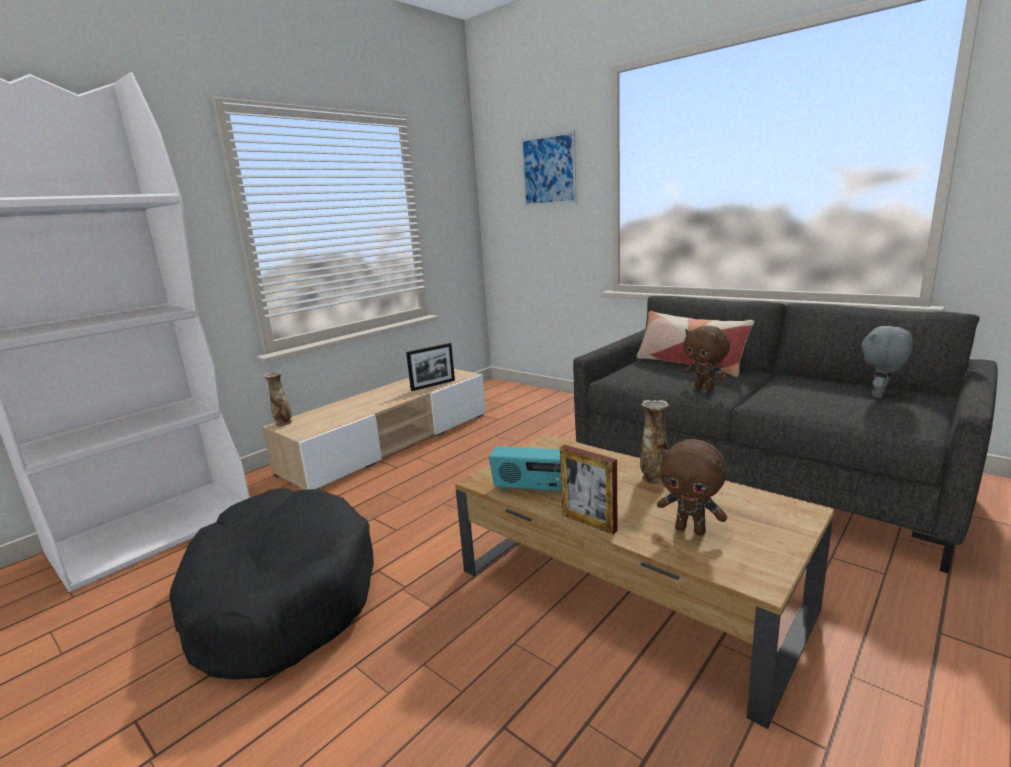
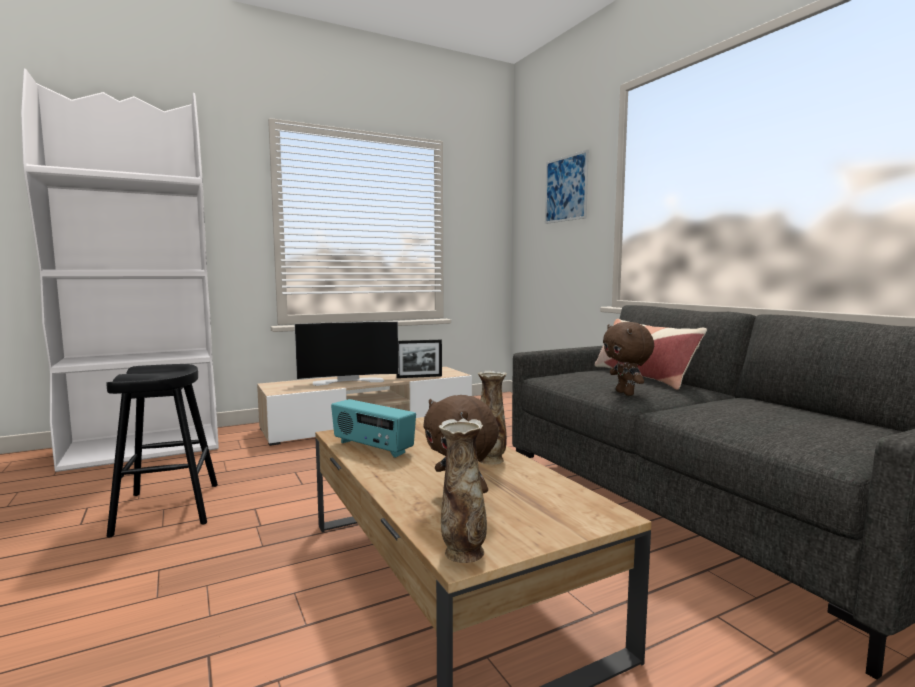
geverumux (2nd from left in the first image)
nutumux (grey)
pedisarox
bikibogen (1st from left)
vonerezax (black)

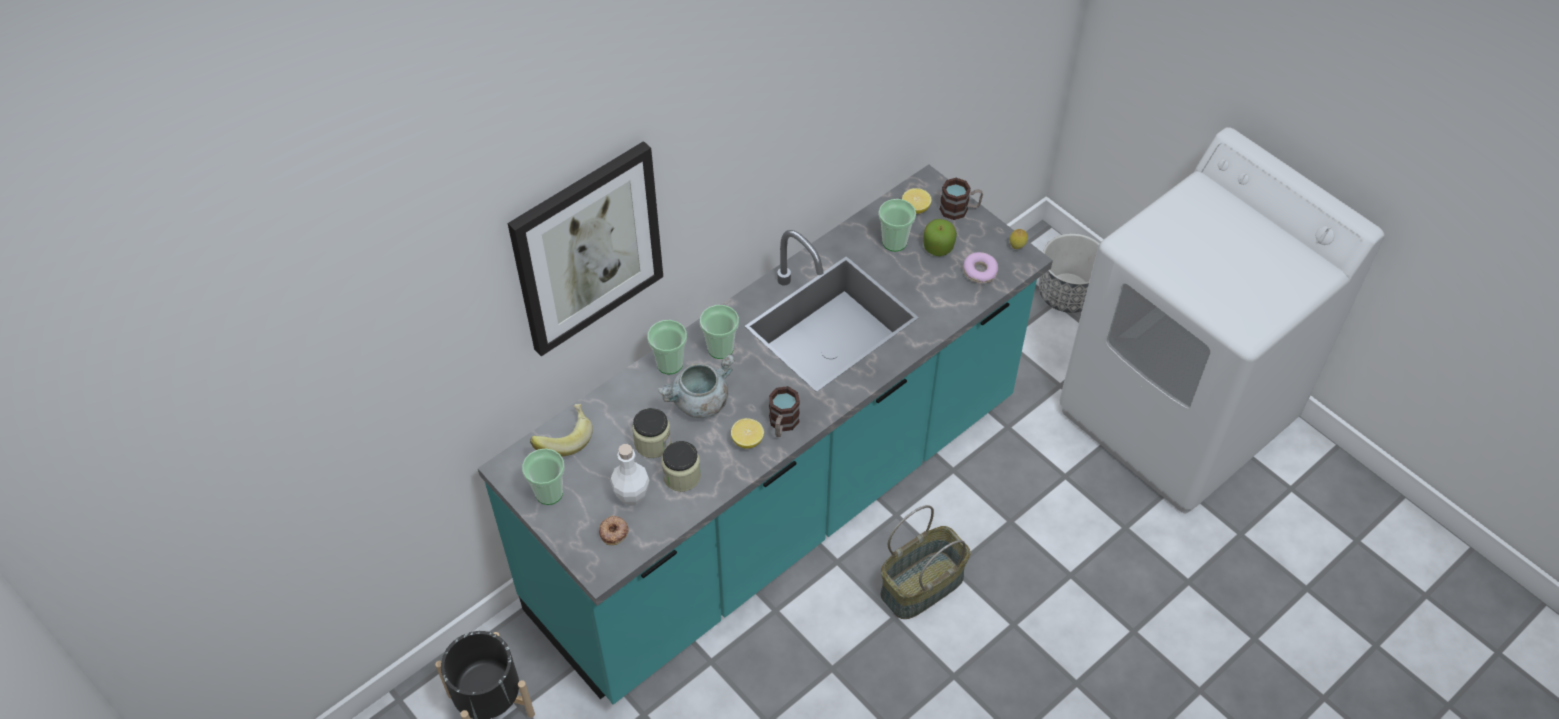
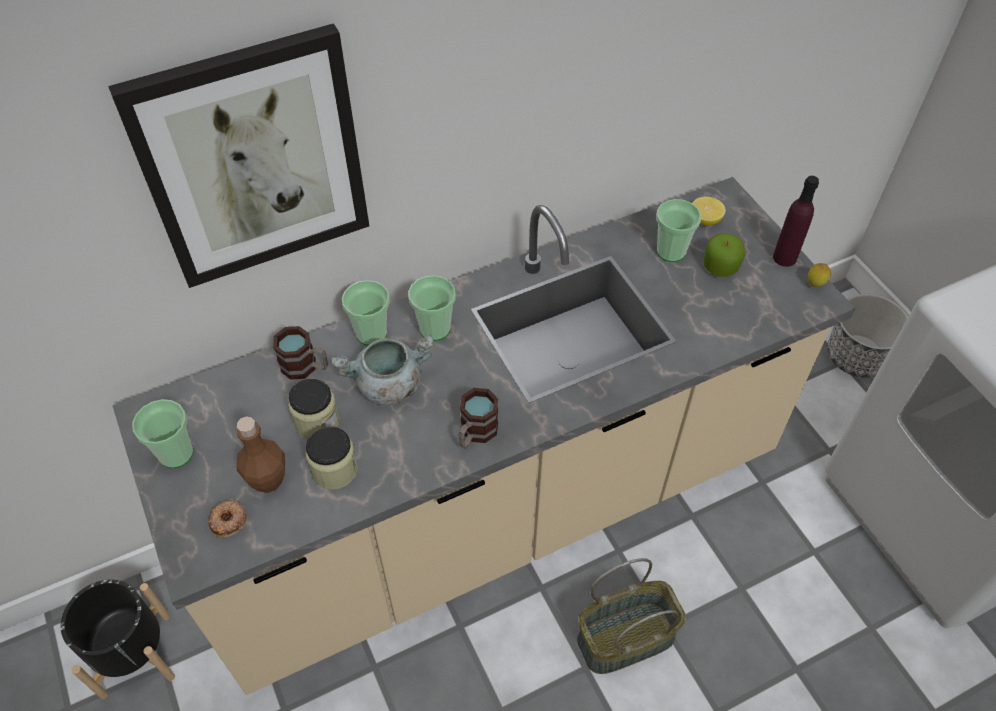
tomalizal
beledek (1st from left in the first image)
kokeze (2nd from left in the first image)
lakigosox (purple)
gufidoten (1st from left)
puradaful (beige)
lakigosox (brown)

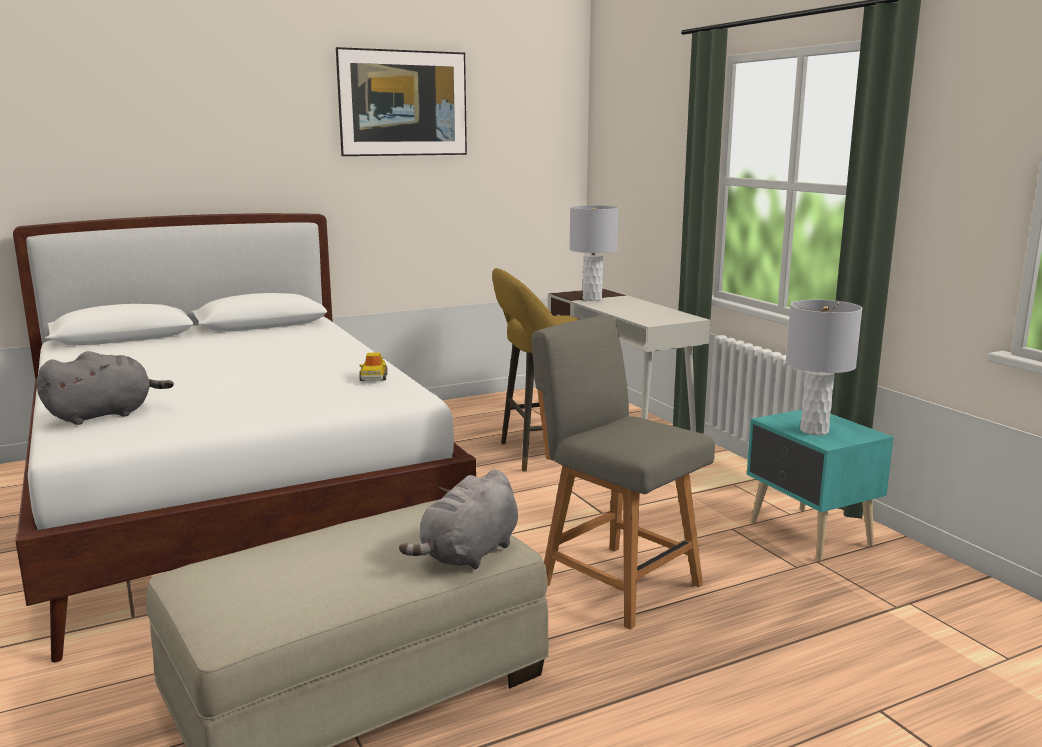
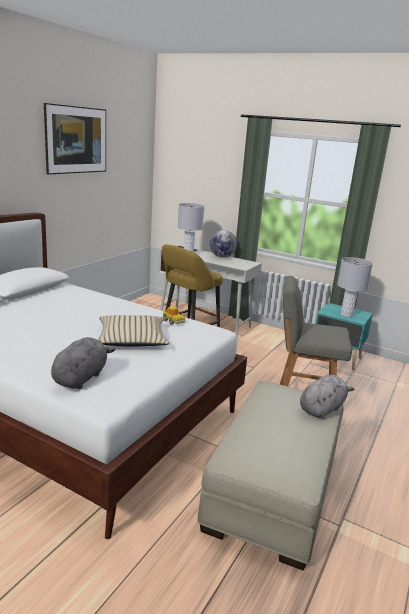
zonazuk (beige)
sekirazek
nutumux (grey) (2nd from left)

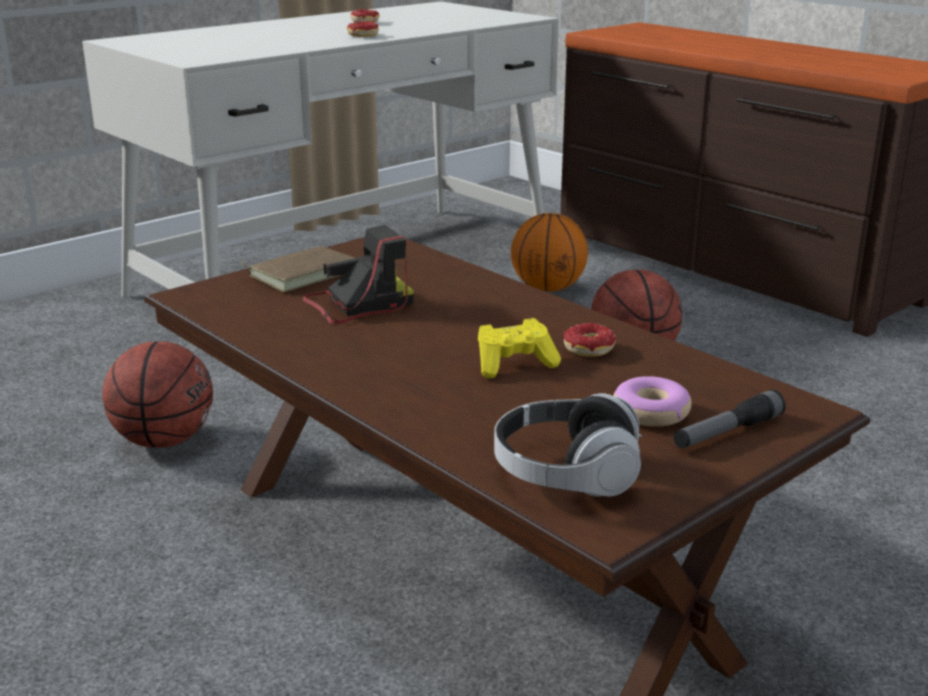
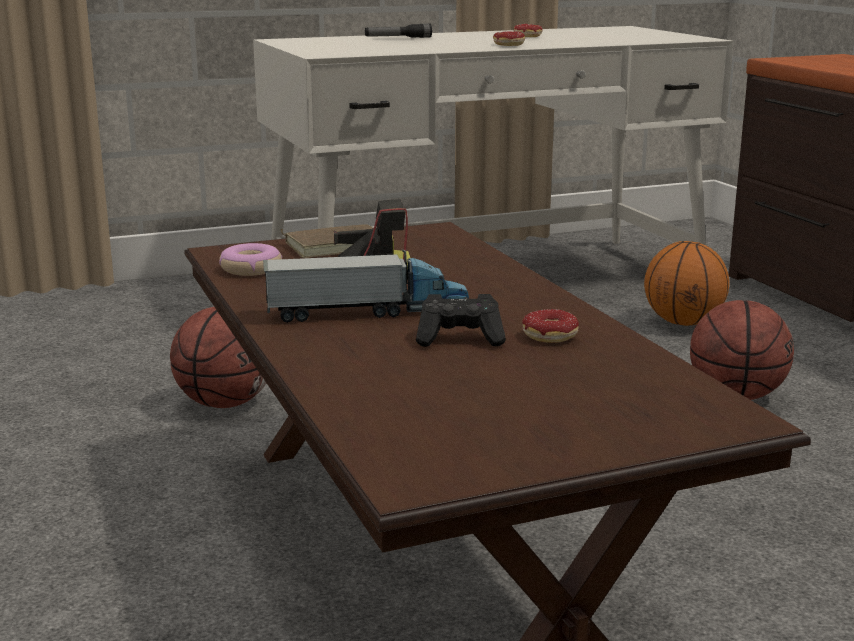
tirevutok
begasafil
kokeze (1st from left)
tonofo
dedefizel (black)

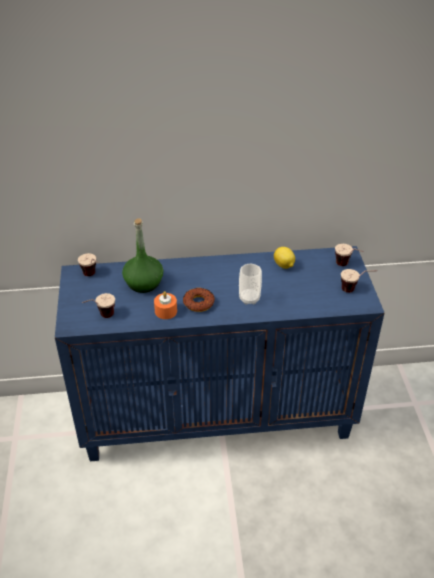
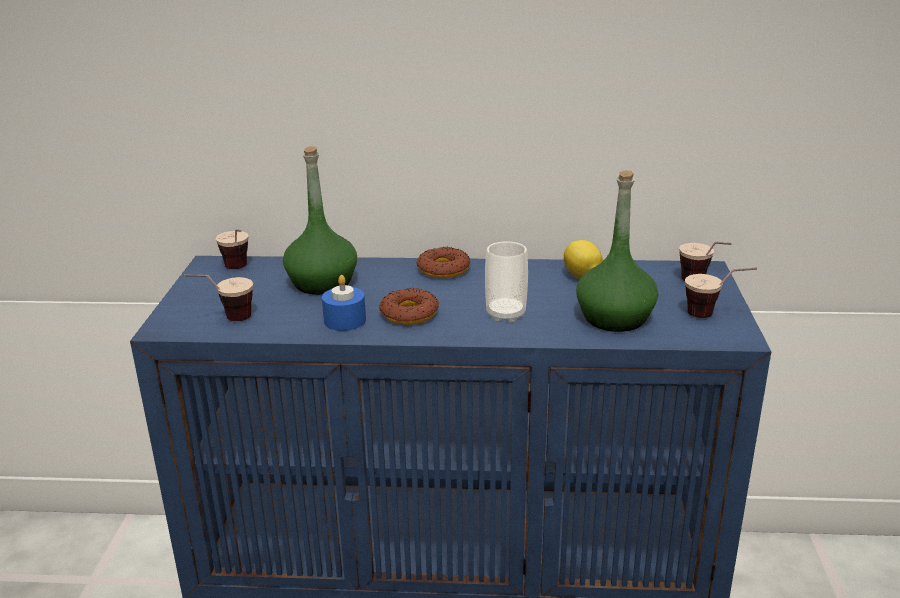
kokeze (2nd from left)
lakigosox (green) (2nd from left)
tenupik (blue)

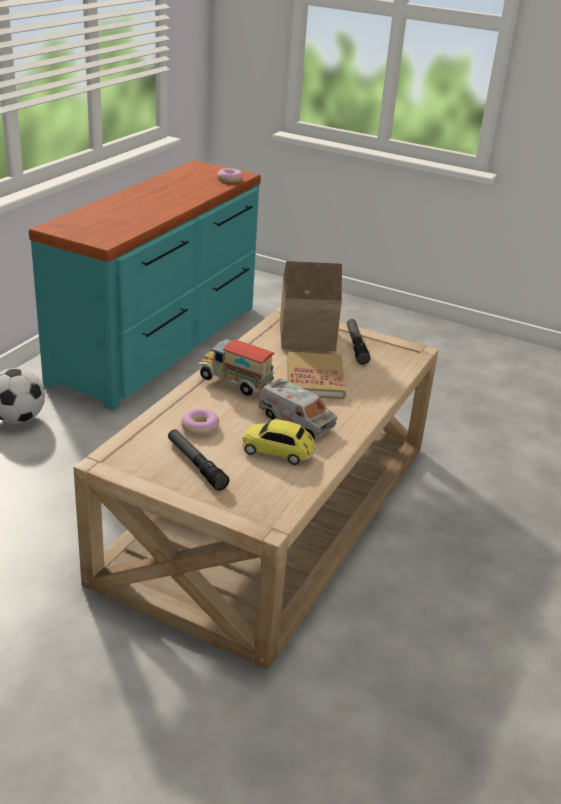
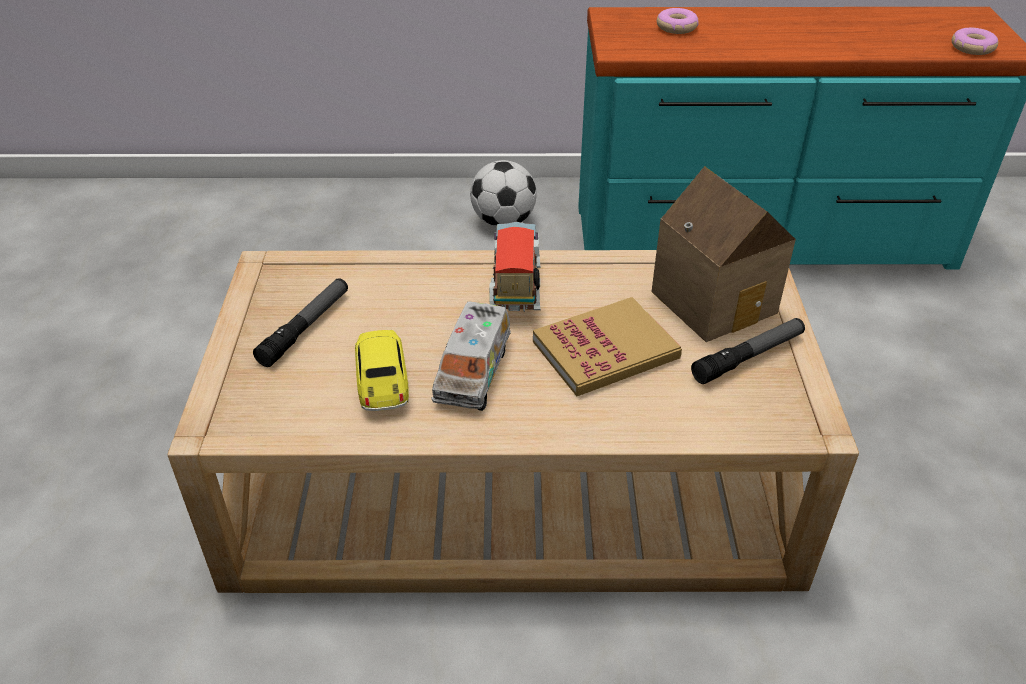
kokeze (1st from left)

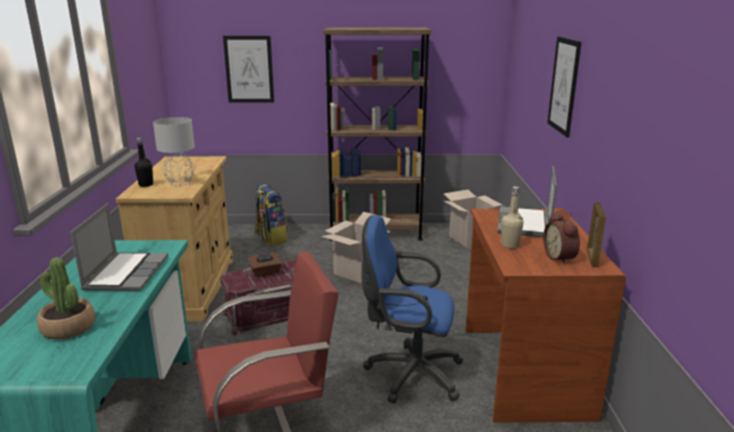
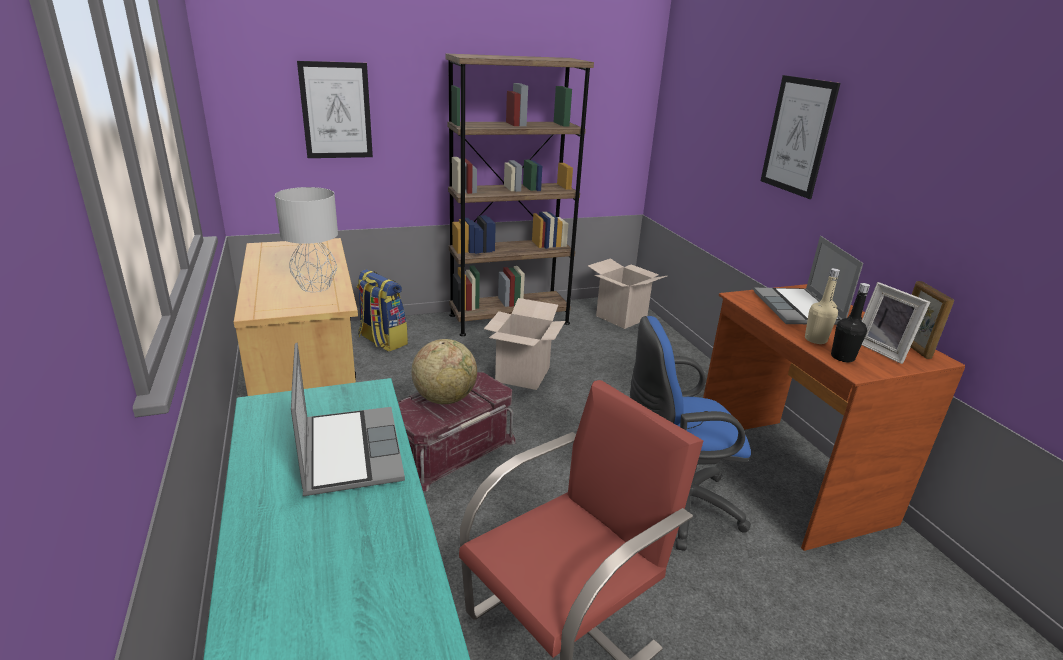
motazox
lakigosox (black)
sekirazek
geverumux (1st from left)

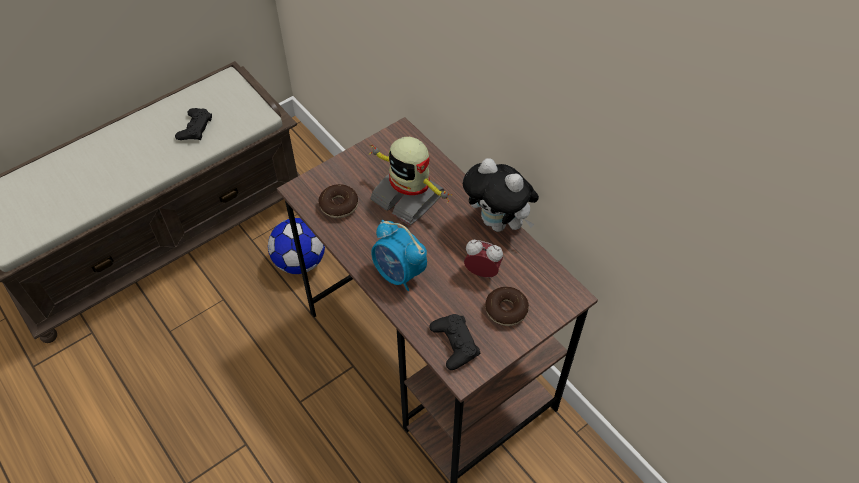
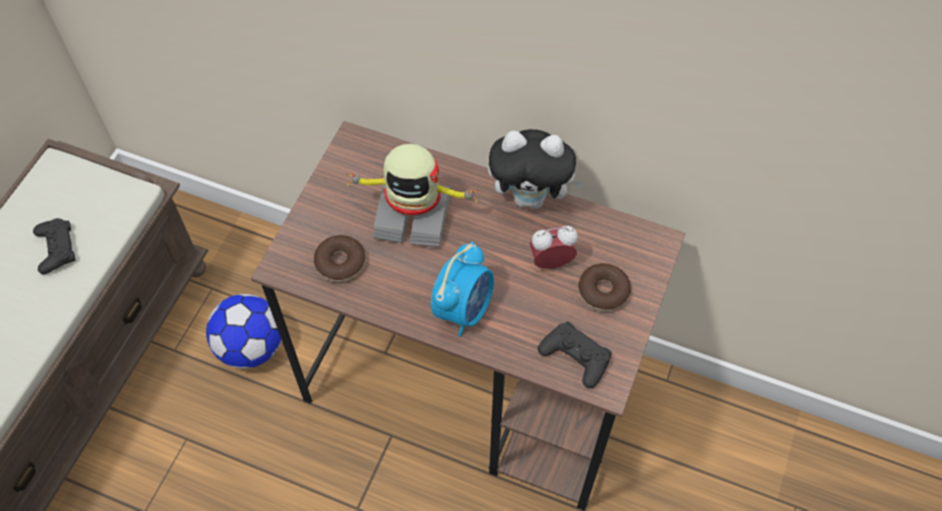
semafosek (1st from left)

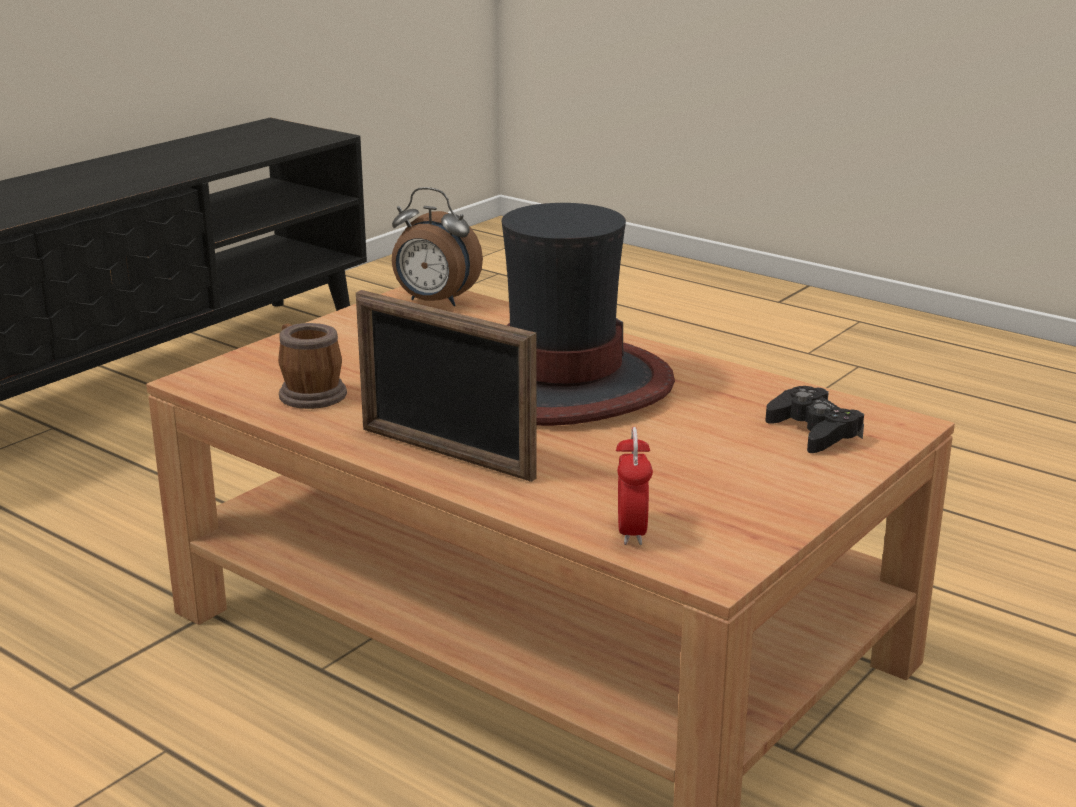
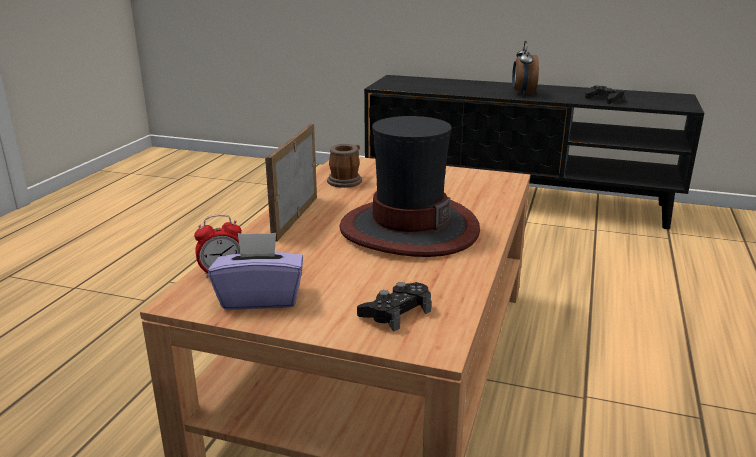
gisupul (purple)
dedefizel (black) (2nd from left)
semafosek (2nd from left)

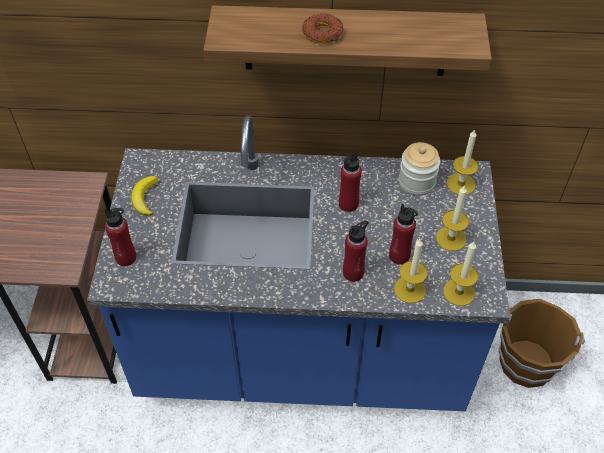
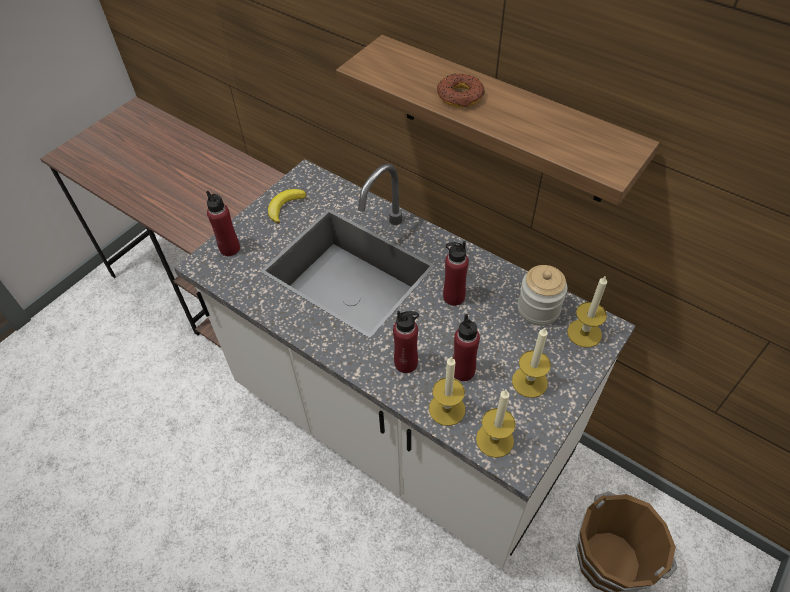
puradaful (white)

